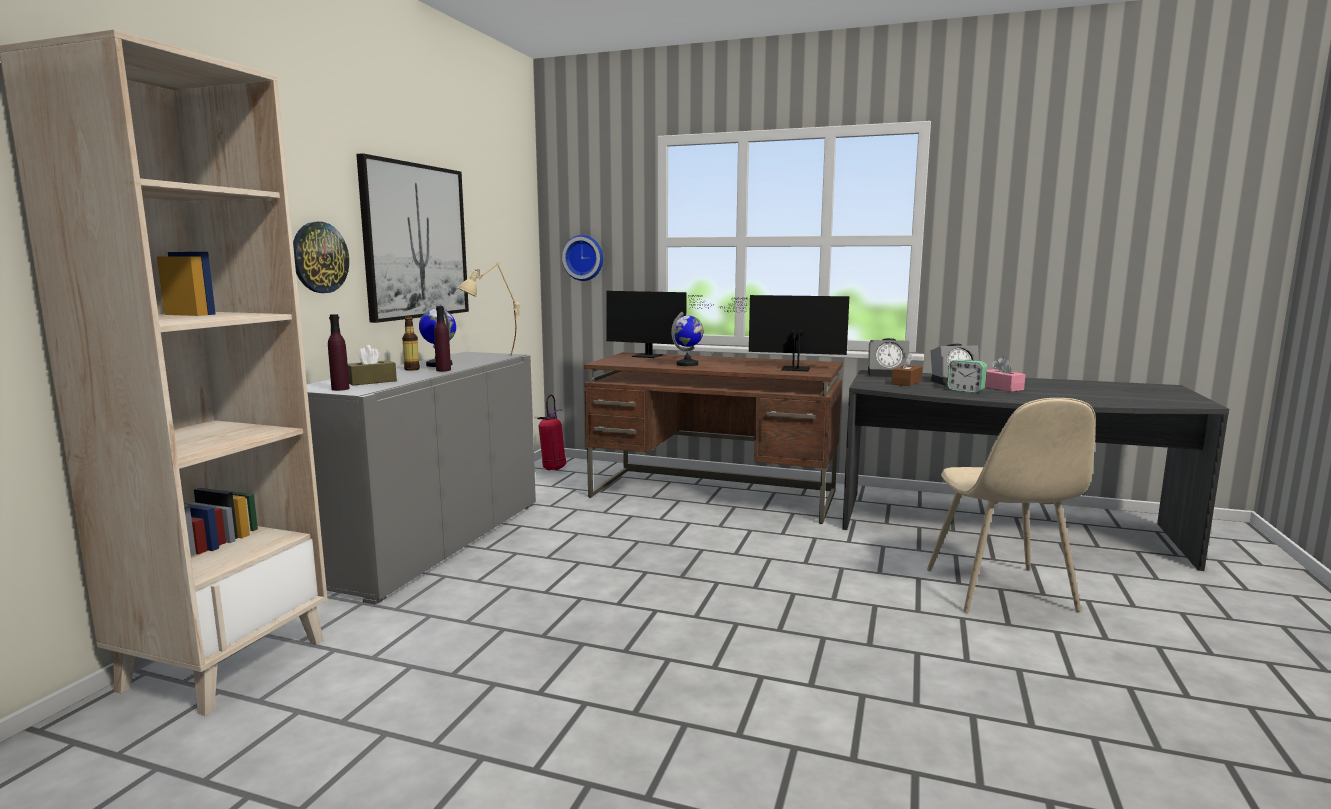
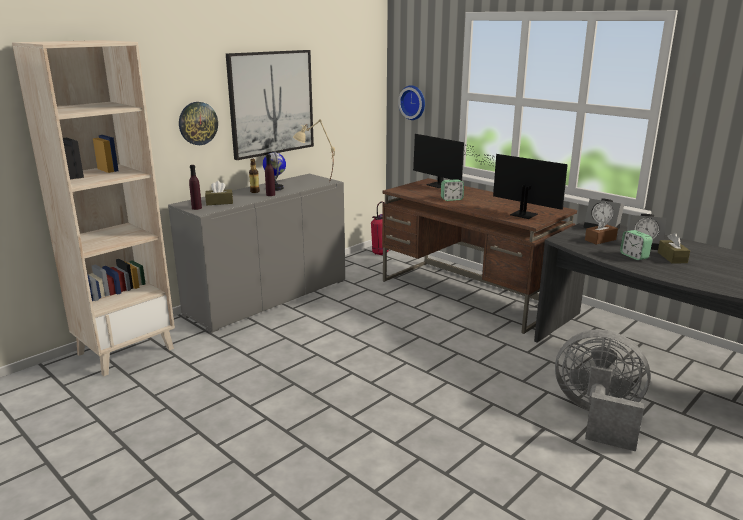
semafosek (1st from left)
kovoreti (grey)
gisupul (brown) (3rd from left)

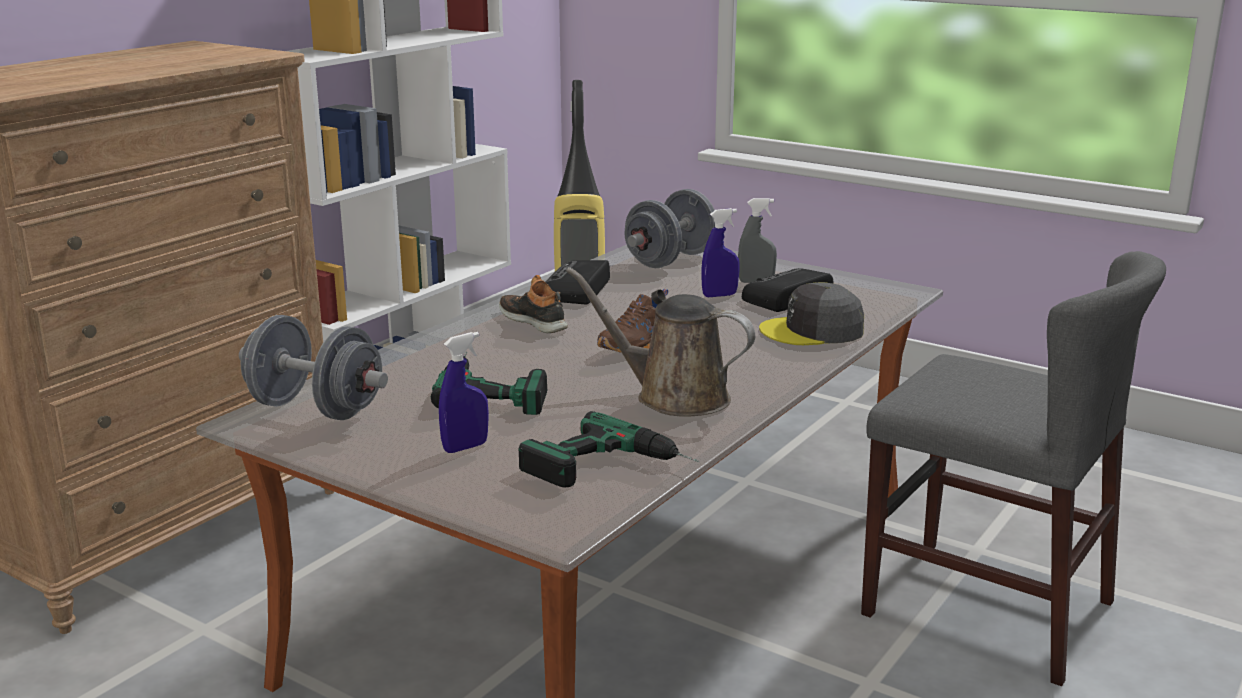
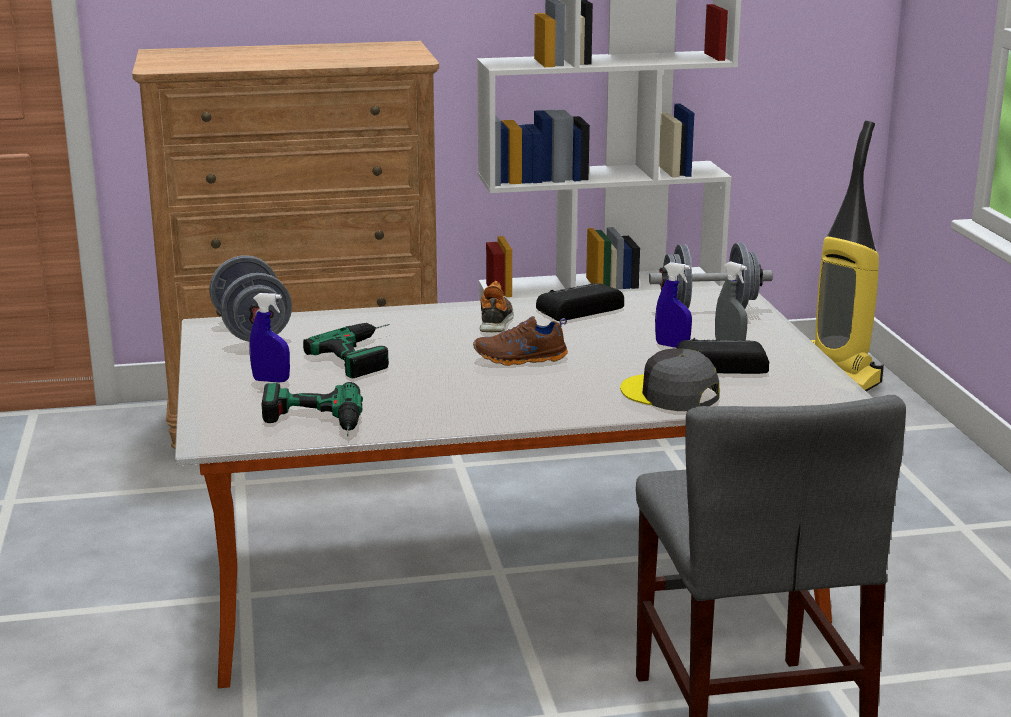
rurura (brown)

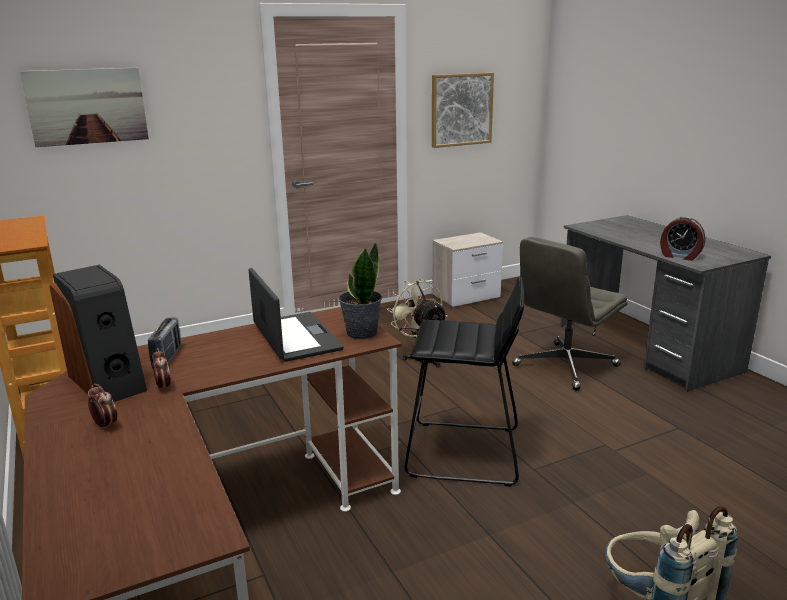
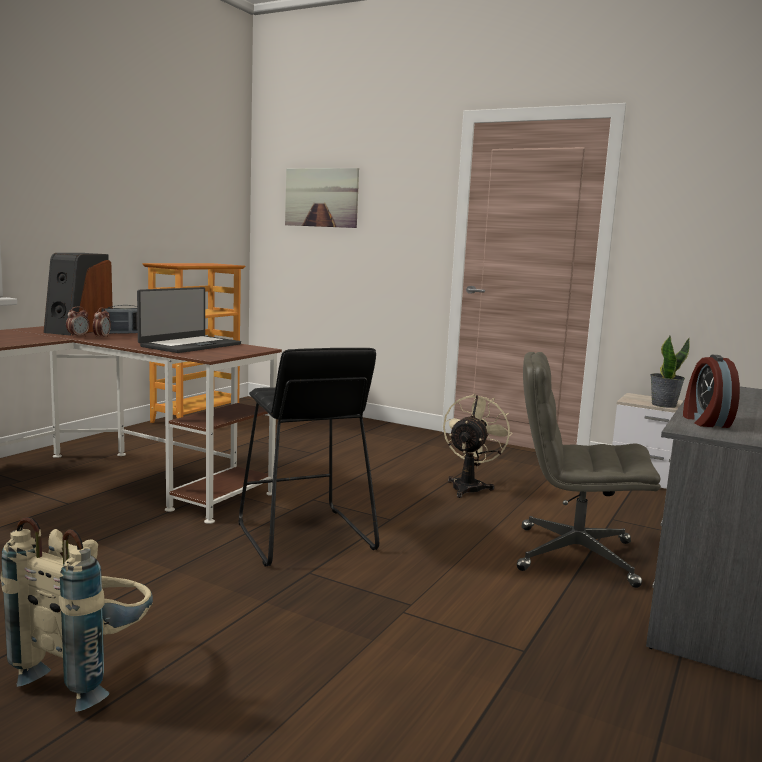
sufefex (2nd from left in the first image)
semafosek (2nd from left)
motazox

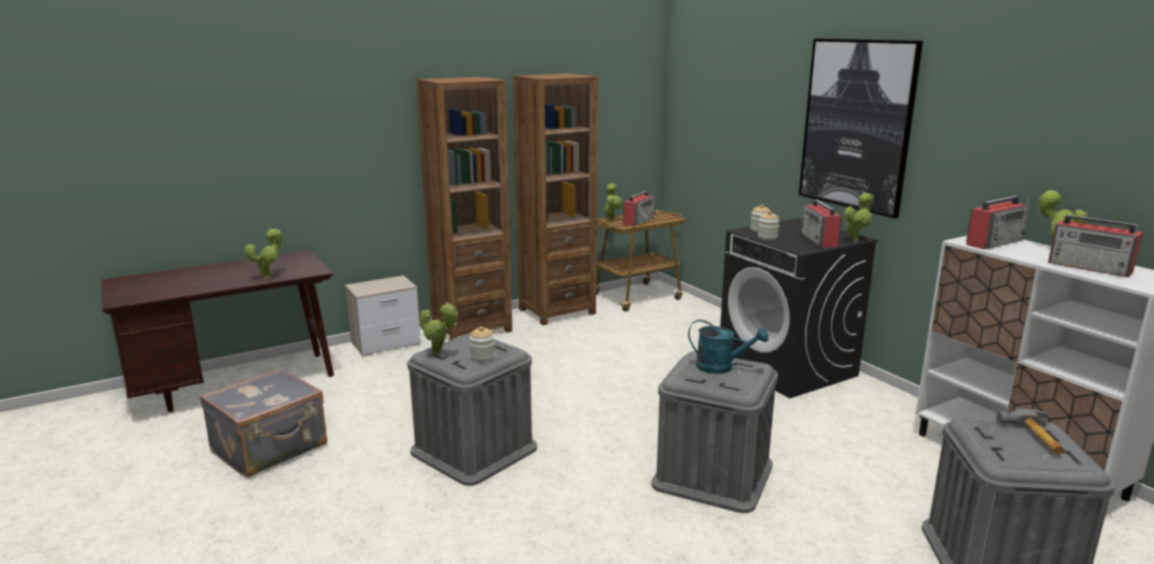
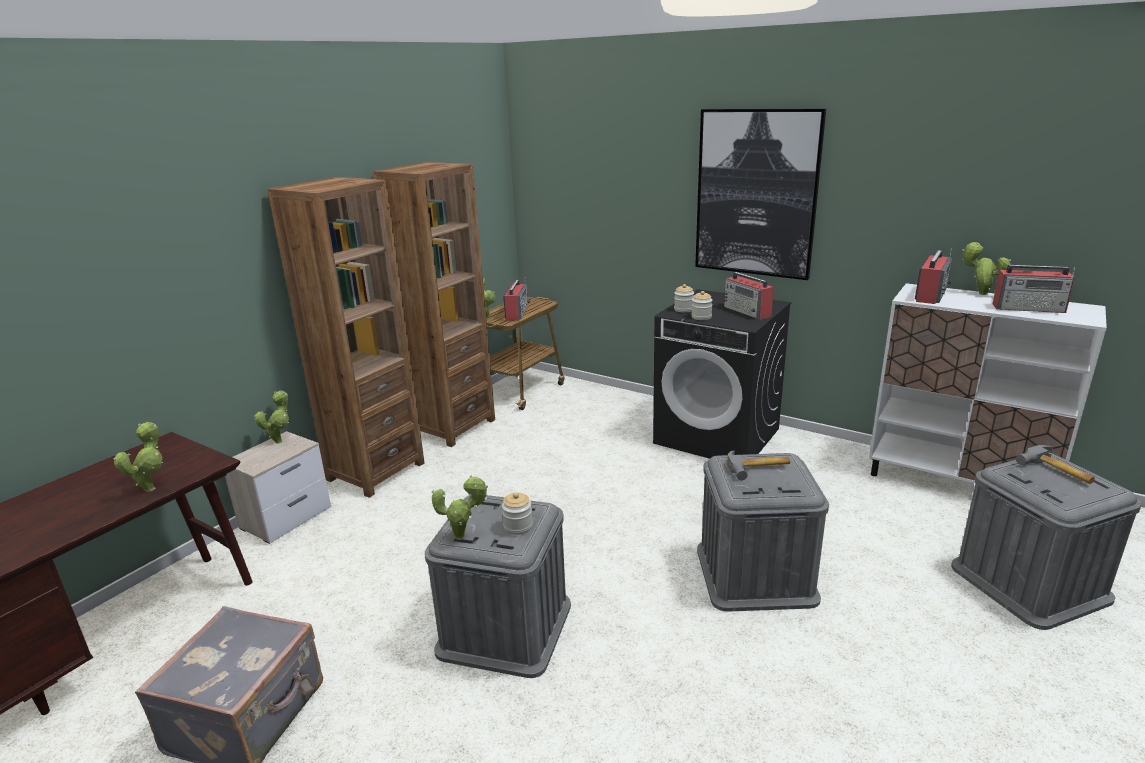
motazox (2nd from left)
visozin (1st from left)

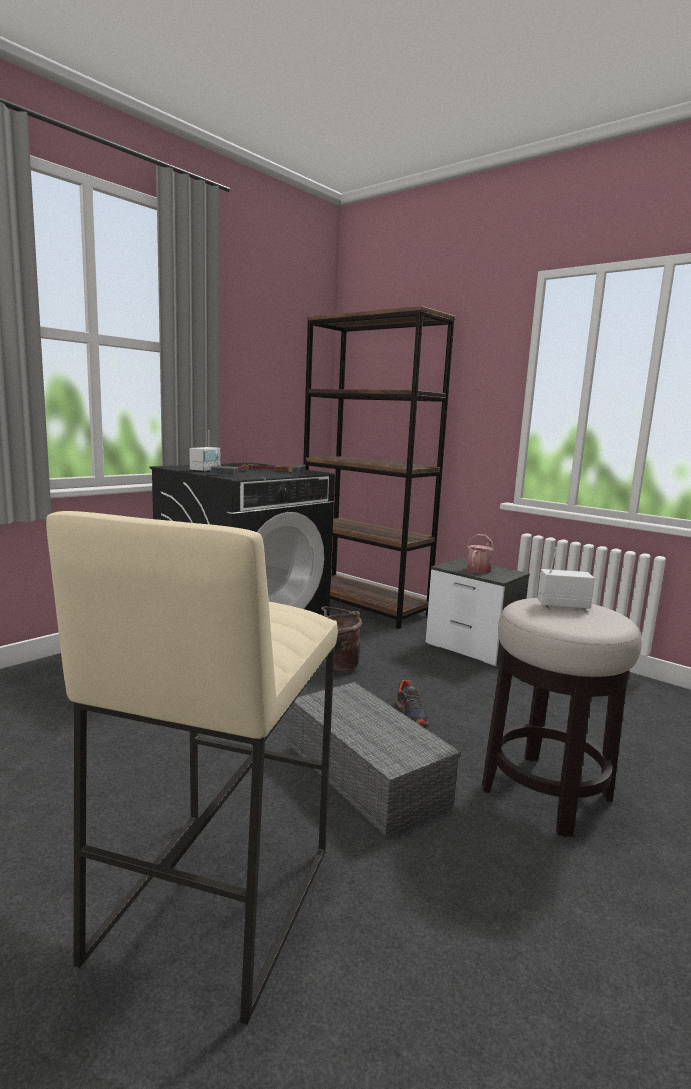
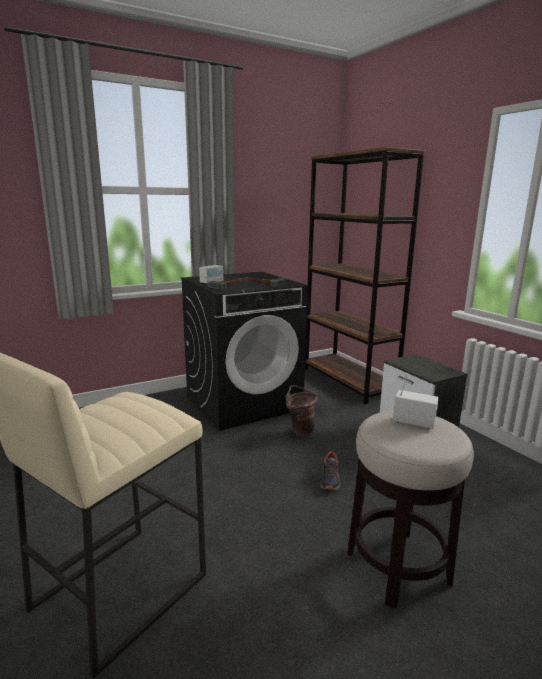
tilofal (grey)
rurura

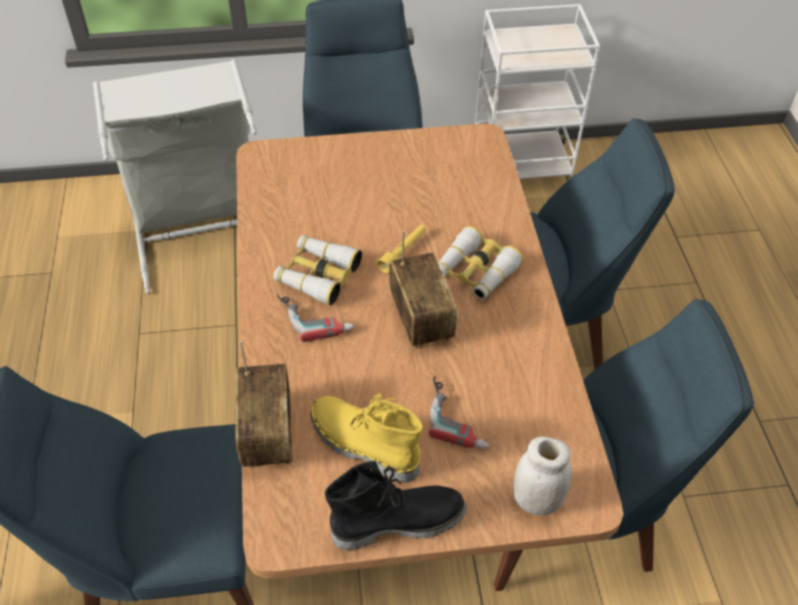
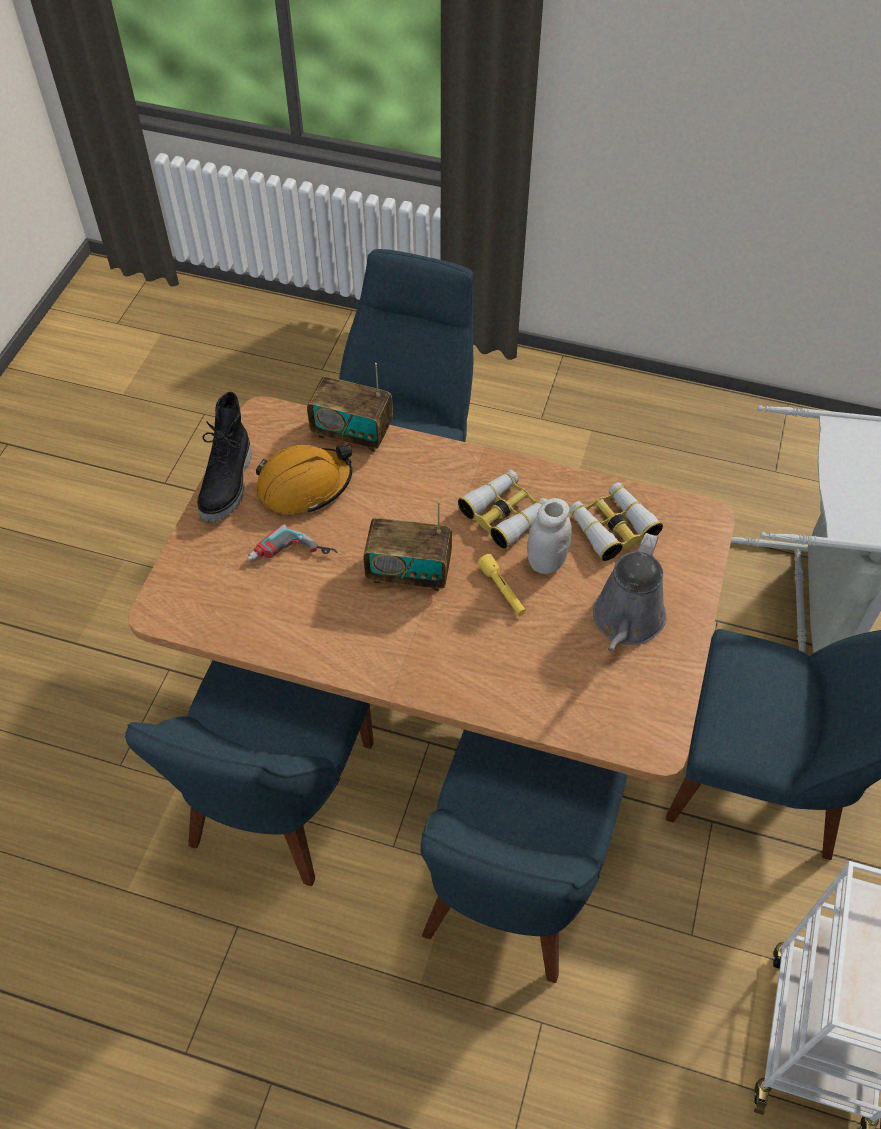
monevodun (1st from left in the first image)
rurura (grey)
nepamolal (2nd from left)
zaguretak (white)
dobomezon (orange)

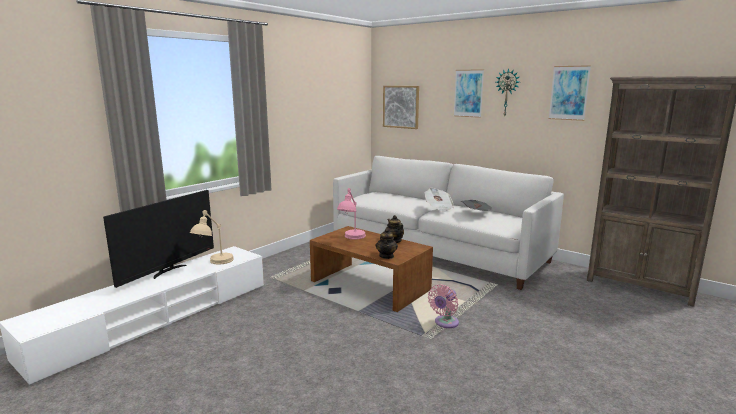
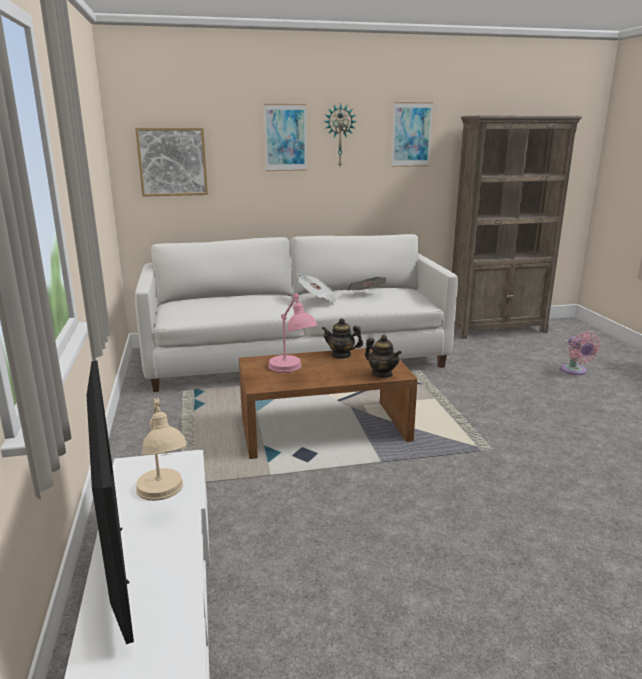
kovoreti (pink)

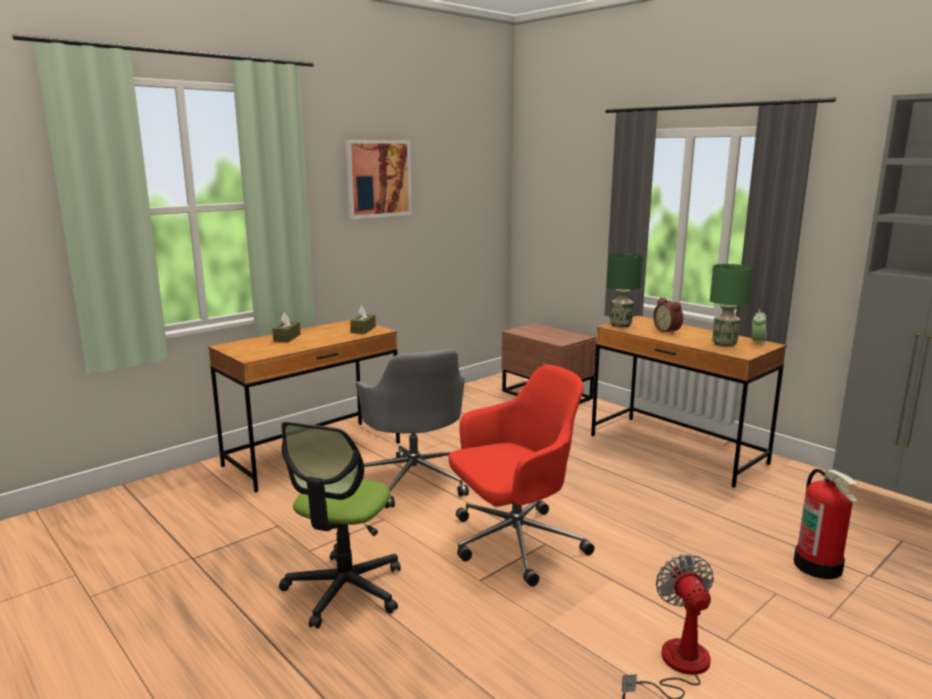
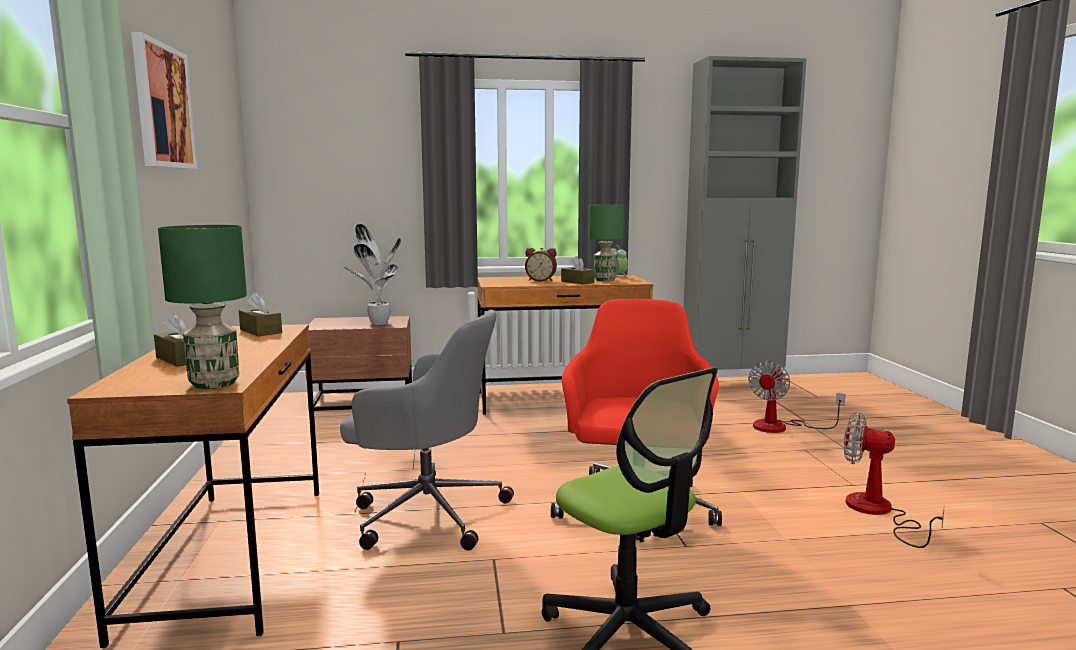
motazox
gisupul (brown) (3rd from left)
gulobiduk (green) (1st from left)
kovoreti (1st from left)

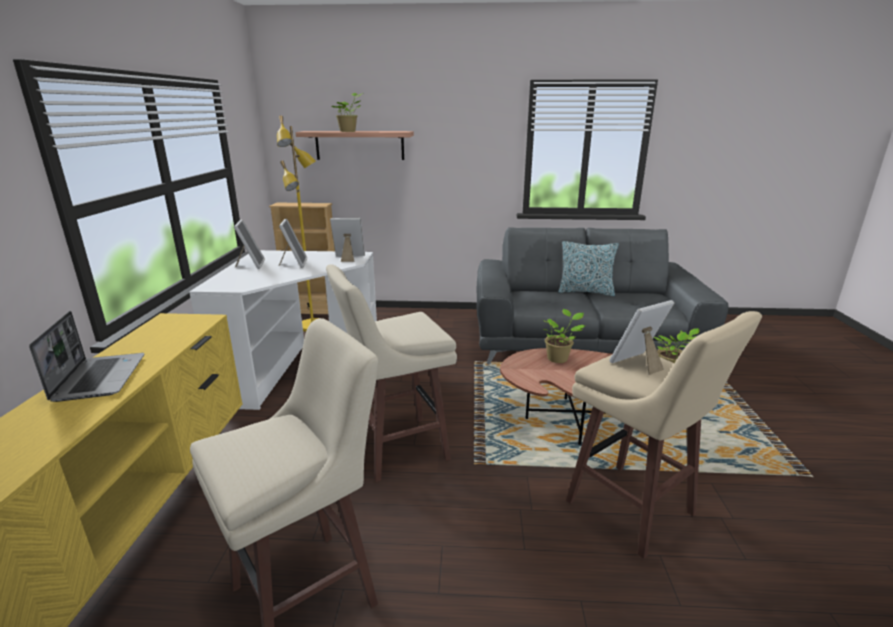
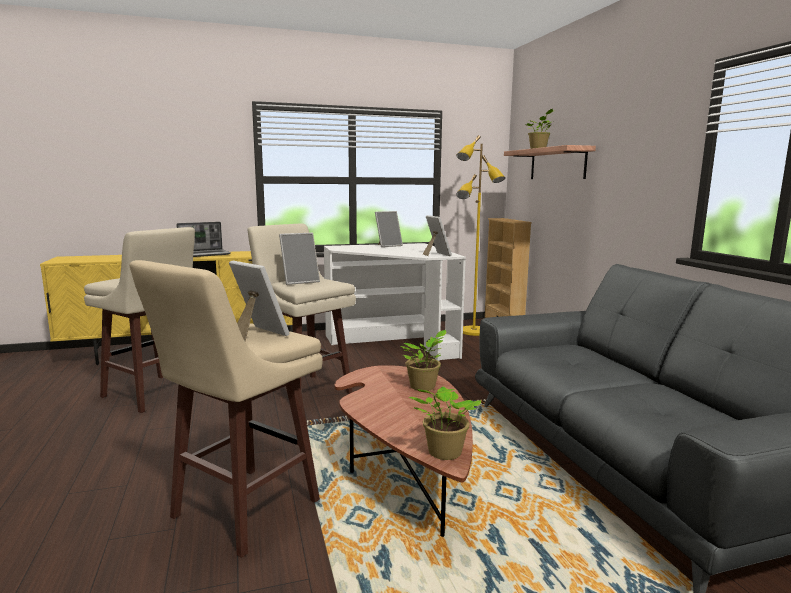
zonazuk
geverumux (2nd from left)

